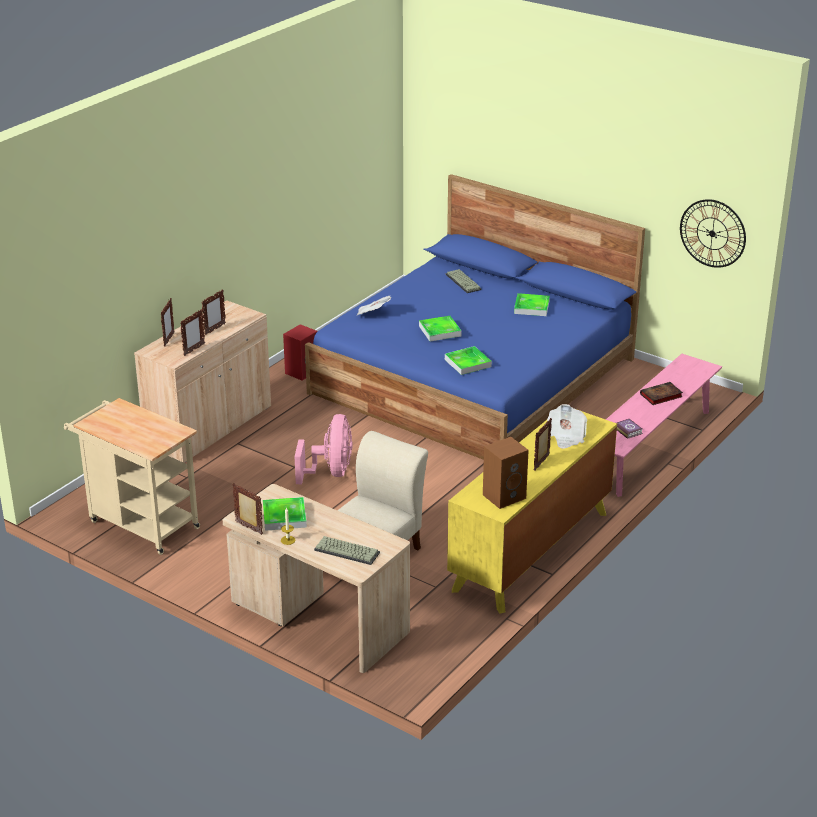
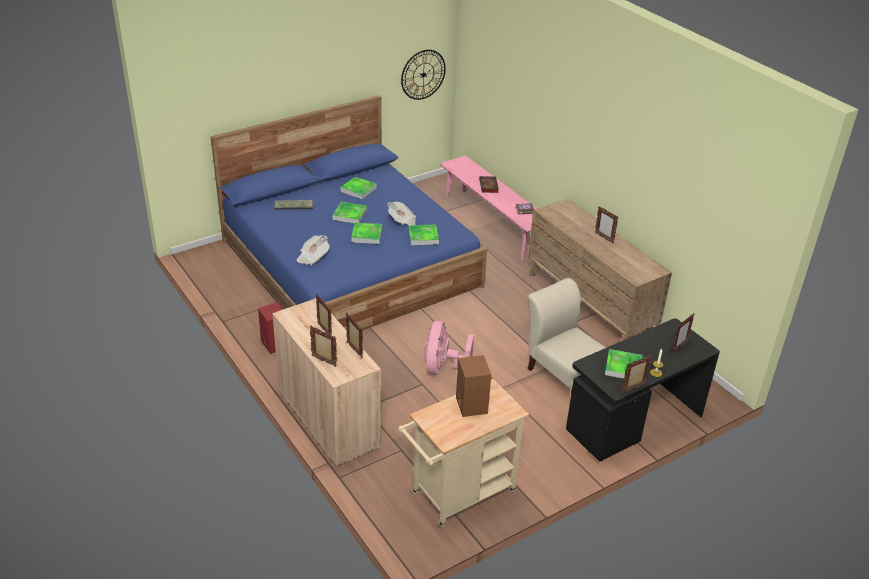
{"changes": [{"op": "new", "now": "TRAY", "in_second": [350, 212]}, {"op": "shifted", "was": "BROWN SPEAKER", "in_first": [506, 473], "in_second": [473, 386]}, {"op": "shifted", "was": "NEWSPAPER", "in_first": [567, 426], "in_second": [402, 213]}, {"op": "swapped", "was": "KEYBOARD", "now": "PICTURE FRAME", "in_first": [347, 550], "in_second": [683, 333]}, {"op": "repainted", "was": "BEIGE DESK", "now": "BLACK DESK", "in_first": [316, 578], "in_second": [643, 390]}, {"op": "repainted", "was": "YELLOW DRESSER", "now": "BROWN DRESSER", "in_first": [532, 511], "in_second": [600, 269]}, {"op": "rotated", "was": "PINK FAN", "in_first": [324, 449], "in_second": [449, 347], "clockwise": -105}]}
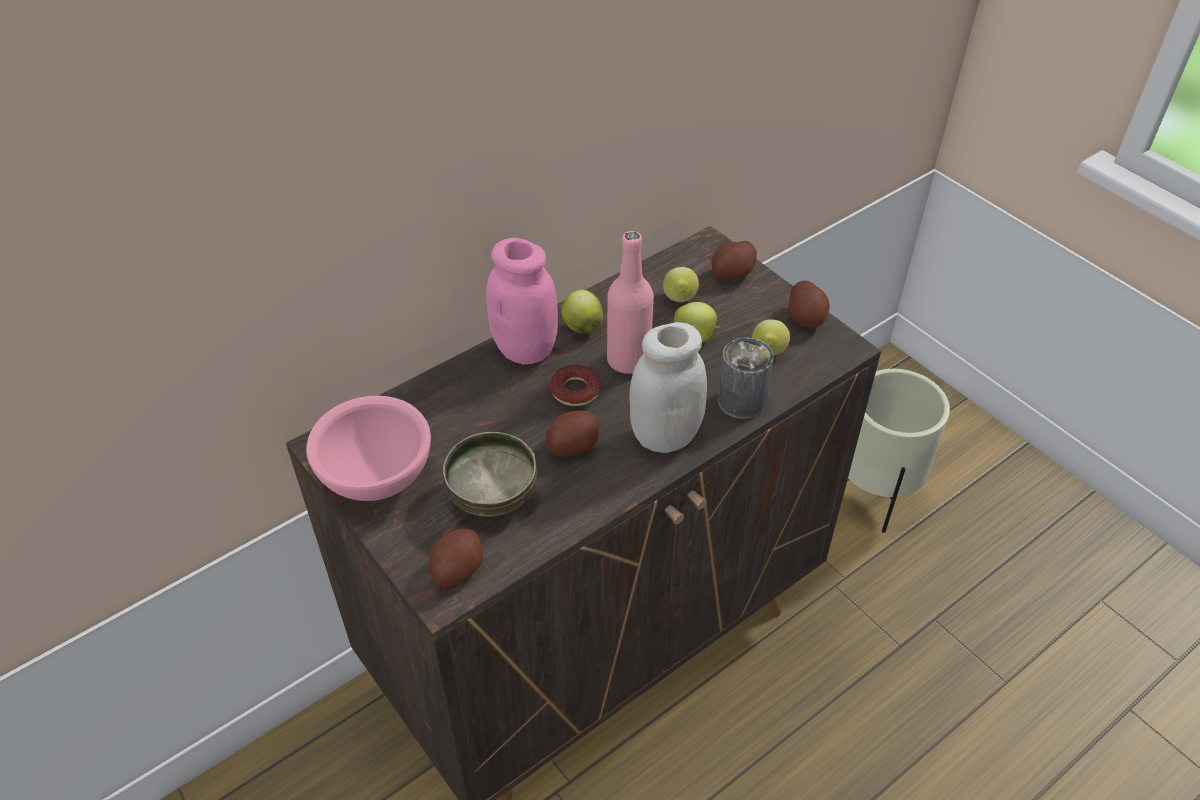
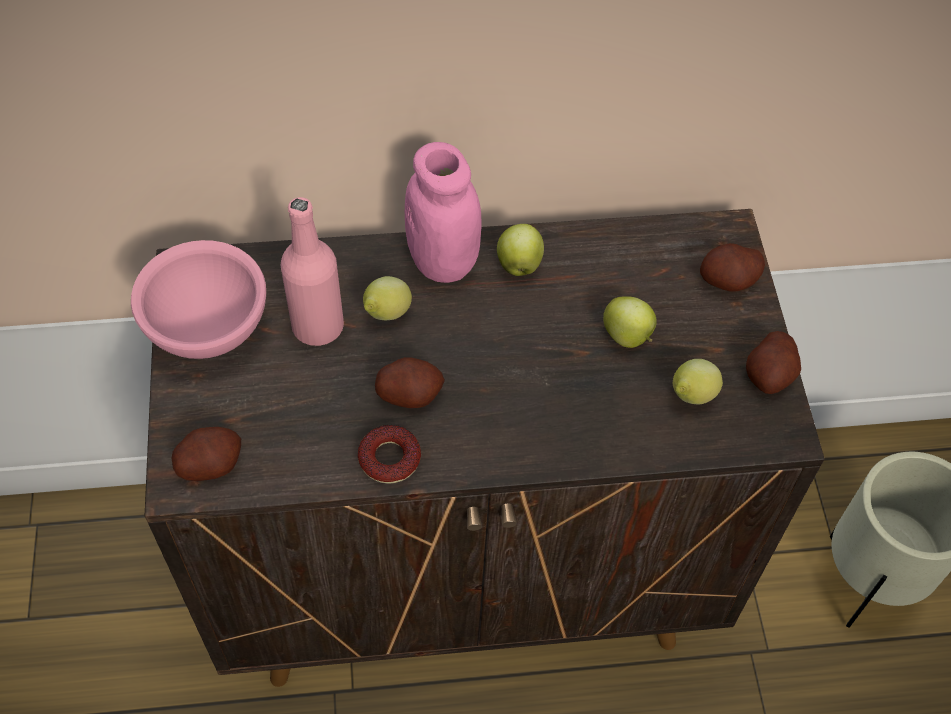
{"changes": [{"op": "gone", "was": "BOWL", "in_first": [490, 474]}, {"op": "gone", "was": "WHITE JAR", "in_first": [668, 387]}, {"op": "gone", "was": "CAN", "in_first": [746, 378]}, {"op": "shifted", "was": "DONUT", "in_first": [575, 385], "in_second": [389, 454]}, {"op": "shifted", "was": "PINK BOTTLE", "in_first": [630, 302], "in_second": [312, 271]}, {"op": "shifted", "was": "LEMON", "in_first": [681, 284], "in_second": [387, 298]}]}
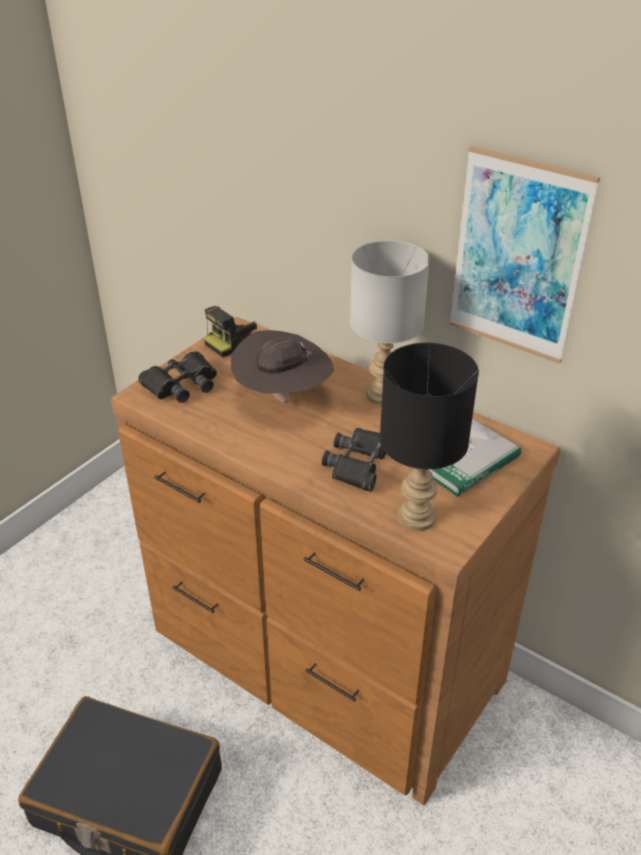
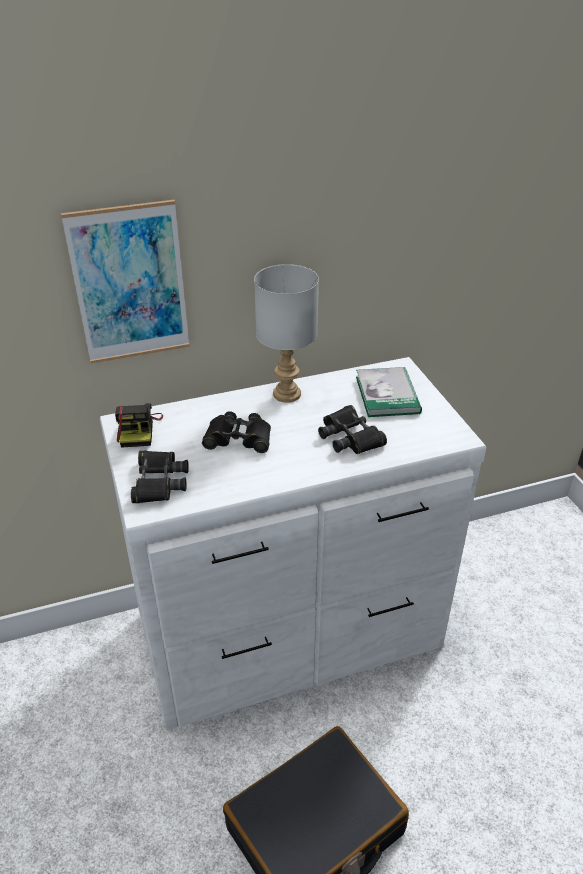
{"changes": [{"op": "gone", "was": "BLACK TABLE LAMP", "in_first": [429, 437]}, {"op": "shifted", "was": "PICTURE", "in_first": [524, 255], "in_second": [125, 282]}, {"op": "swapped", "was": "BROWN HAT", "now": "BLACK BINOCULARS", "in_first": [282, 366], "in_second": [236, 432]}, {"op": "repainted", "was": "BROWN DRESSER", "now": "WHITE DRESSER", "in_first": [335, 561], "in_second": [293, 543]}]}
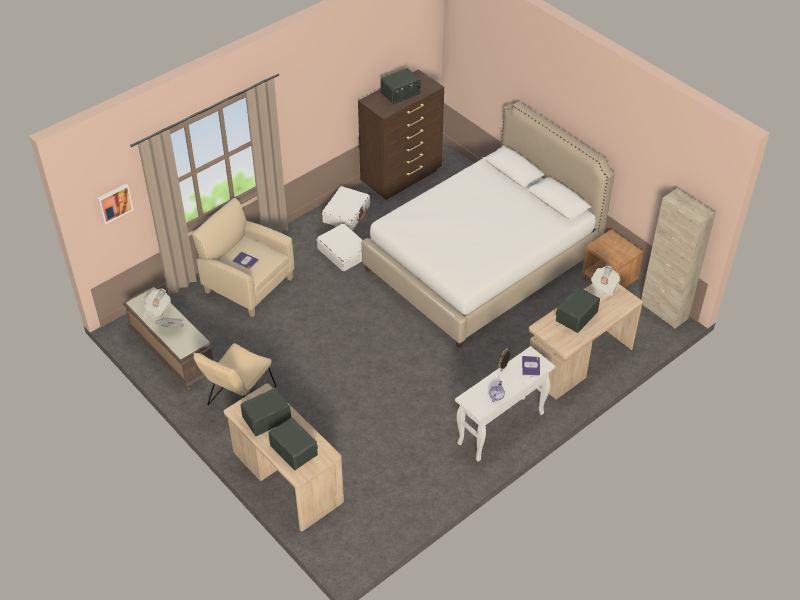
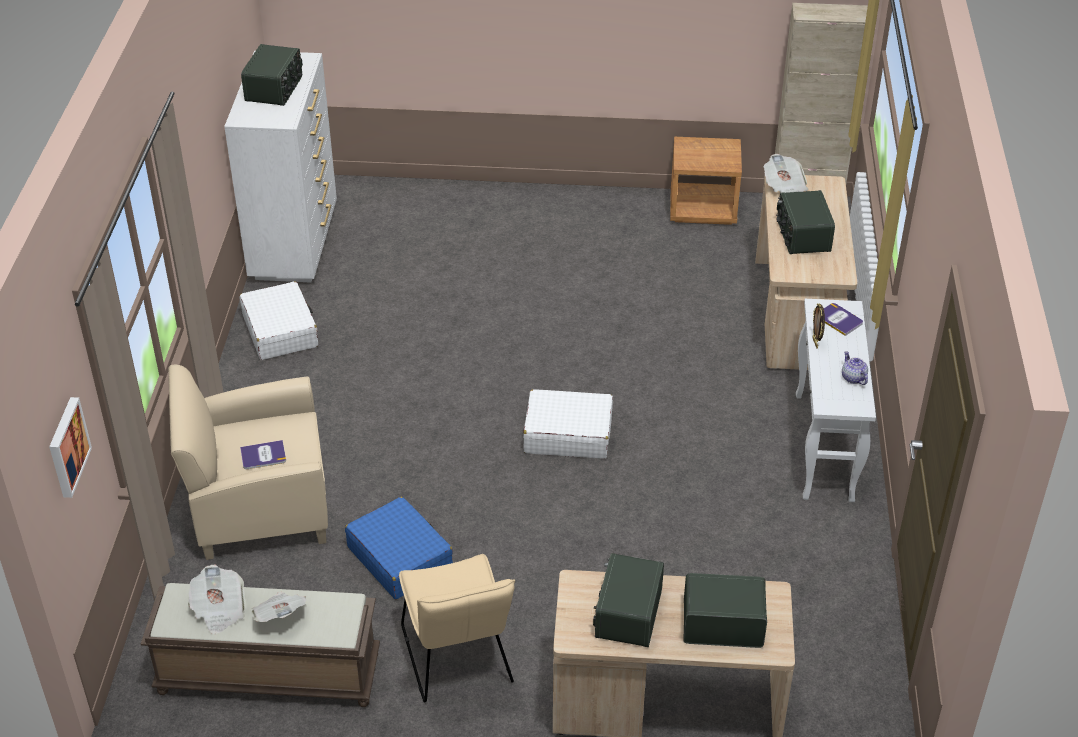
{"changes": [{"op": "gone", "was": "WHITE BED", "in_first": [488, 225]}, {"op": "new", "now": "BLUE SUITCASE", "in_second": [399, 548]}, {"op": "shifted", "was": "WHITE SUITCASE", "in_first": [340, 248], "in_second": [568, 424]}, {"op": "repainted", "was": "BROWN DRESSER", "now": "WHITE DRESSER", "in_first": [401, 134], "in_second": [280, 166]}]}
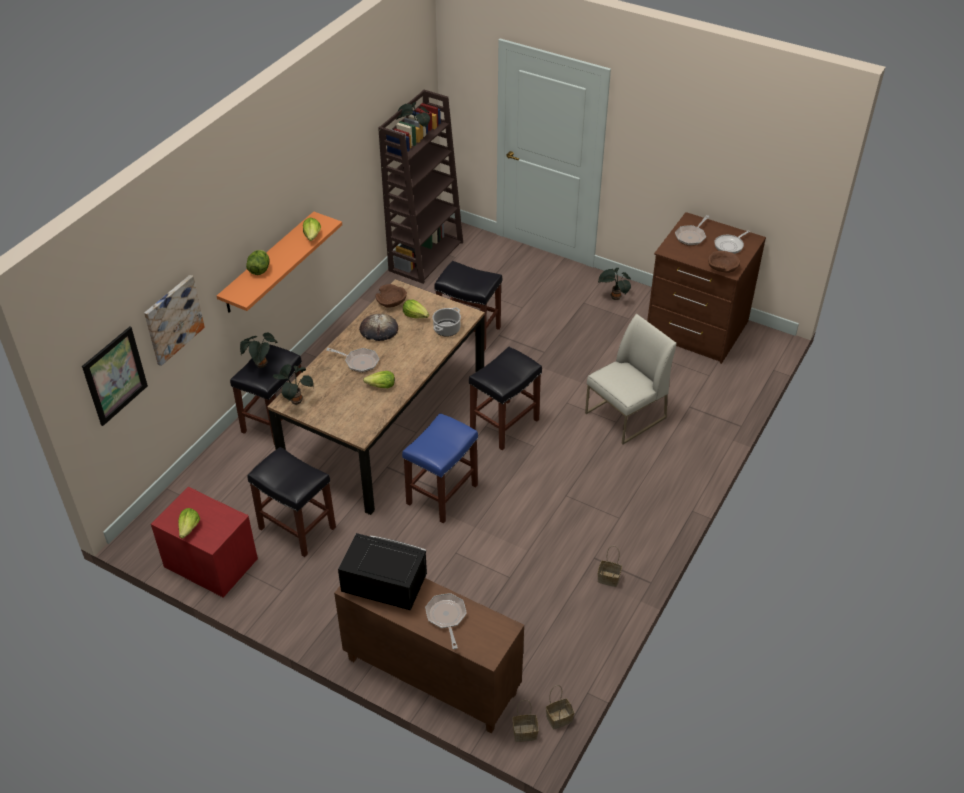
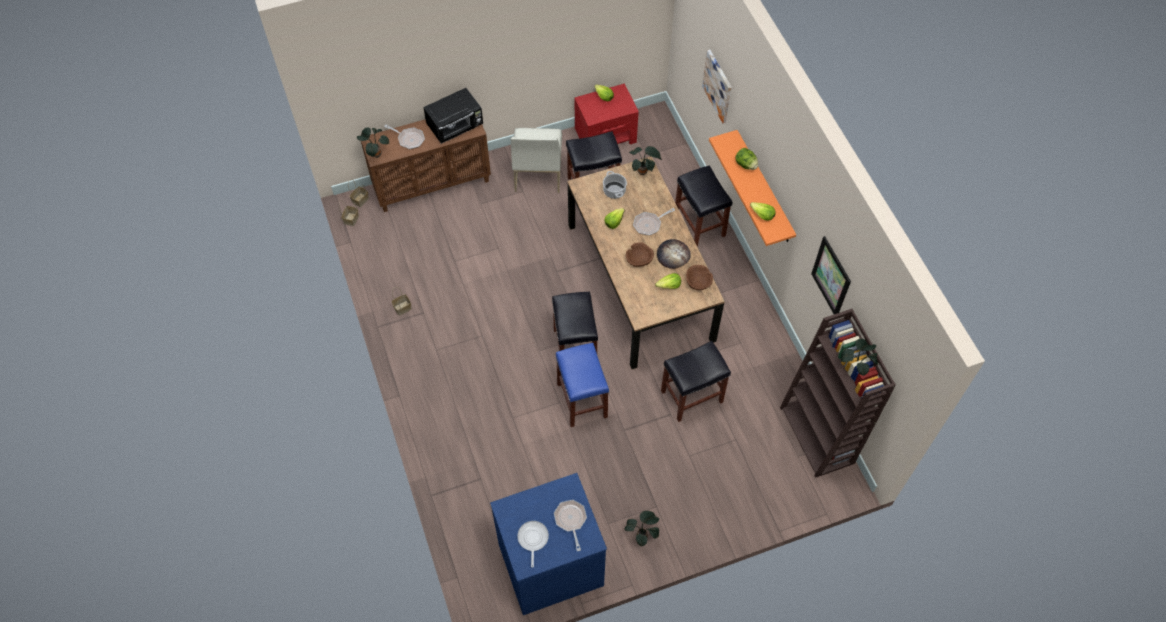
{"changes": [{"op": "shifted", "was": "PICTURE", "in_first": [115, 376], "in_second": [831, 275]}, {"op": "shifted", "was": "POTTED PLANT", "in_first": [258, 350], "in_second": [373, 142]}, {"op": "shifted", "was": "BLUE STOOL", "in_first": [440, 468], "in_second": [582, 385]}, {"op": "shifted", "was": "COOKING POT", "in_first": [446, 322], "in_second": [615, 185]}, {"op": "shifted", "was": "WHITE CHAIR", "in_first": [631, 379], "in_second": [536, 160]}, {"op": "shifted", "was": "BROWN BOWL", "in_first": [724, 262], "in_second": [640, 254]}, {"op": "repainted", "was": "BROWN DRESSER", "now": "BLUE DRESSER", "in_first": [706, 288], "in_second": [548, 544]}]}
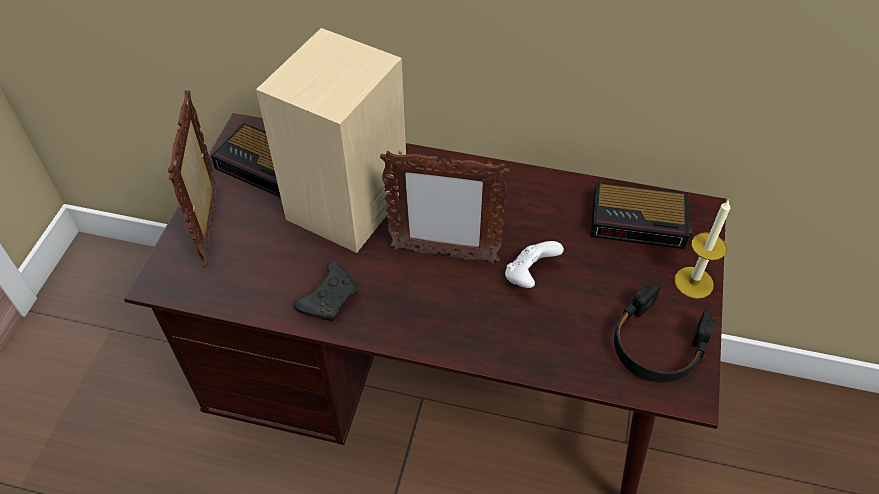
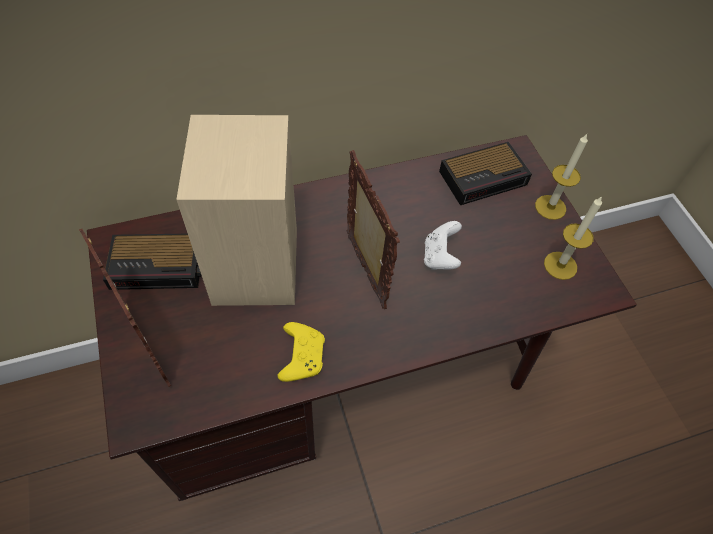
{"changes": [{"op": "swapped", "was": "BLACK HEADPHONES", "now": "CANDLE", "in_first": [665, 333], "in_second": [573, 238]}, {"op": "repainted", "was": "BLACK GAME CONTROLLER", "now": "YELLOW GAME CONTROLLER", "in_first": [325, 291], "in_second": [301, 352]}, {"op": "rotated", "was": "PICTURE FRAME", "in_first": [444, 206], "in_second": [373, 229], "clockwise": -90}]}
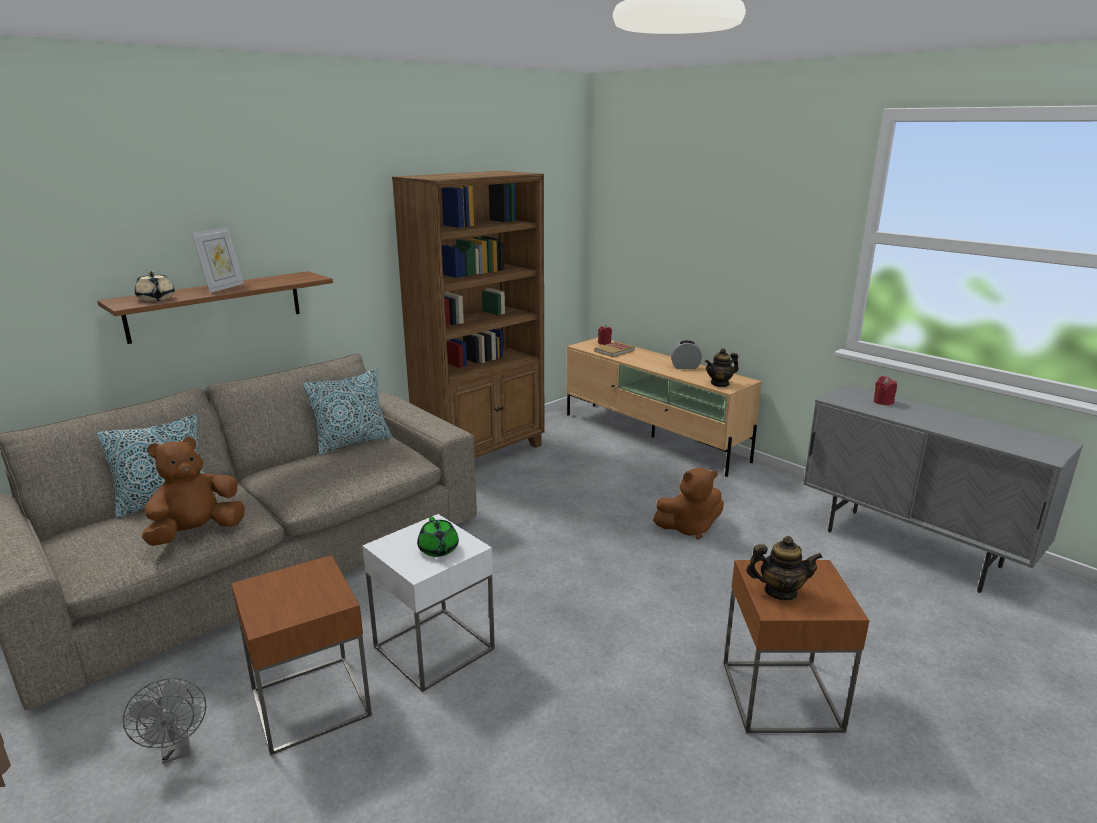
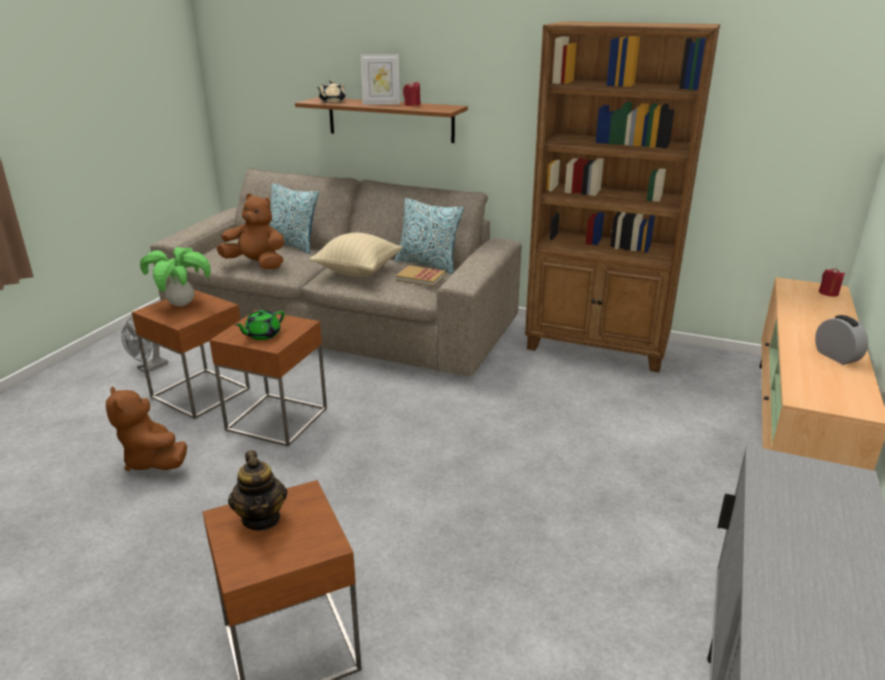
{"changes": [{"op": "gone", "was": "TEAPOT", "in_first": [721, 367]}, {"op": "new", "now": "POTTED PLANT", "in_second": [175, 277]}, {"op": "new", "now": "BEIGE PILLOW", "in_second": [355, 255]}, {"op": "shifted", "was": "BOOK", "in_first": [614, 349], "in_second": [421, 276]}, {"op": "shifted", "was": "BROWN PLUSH TOY", "in_first": [688, 503], "in_second": [146, 428]}, {"op": "shifted", "was": "RED CANDLE", "in_first": [885, 390], "in_second": [412, 93]}, {"op": "repainted", "was": "WHITE SIDE TABLE", "now": "BROWN SIDE TABLE", "in_first": [428, 603], "in_second": [268, 378]}]}
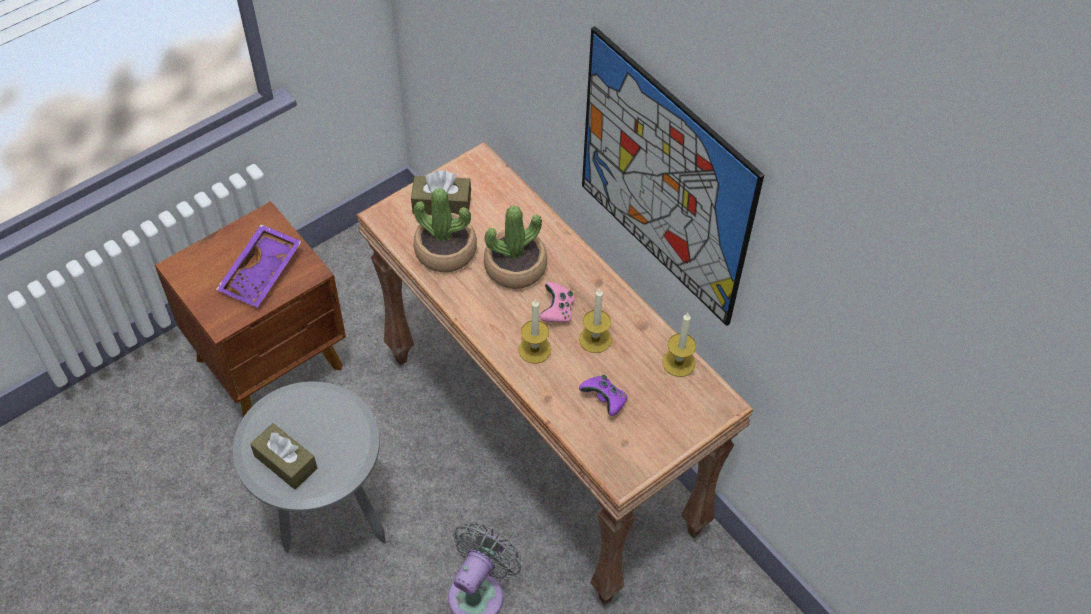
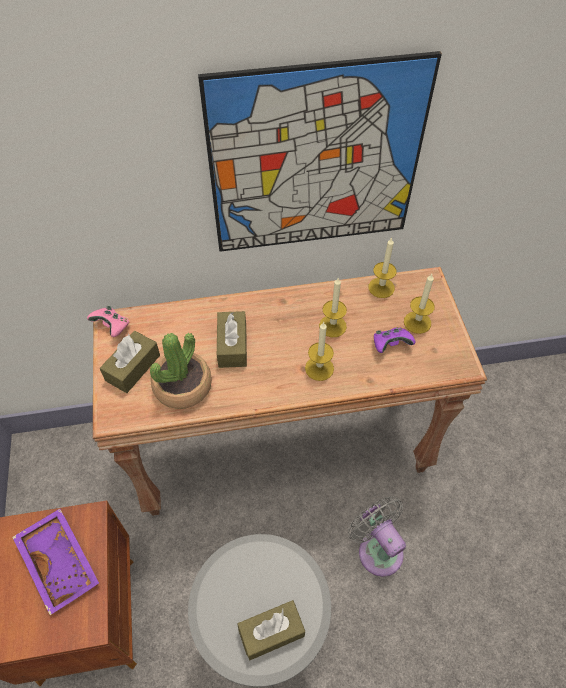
{"changes": [{"op": "new", "now": "CANDLE", "in_second": [419, 304]}, {"op": "shifted", "was": "PINK GAME CONTROLLER", "in_first": [556, 302], "in_second": [108, 321]}, {"op": "swapped", "was": "POTTED PLANT", "now": "BROWN TISSUE BOX", "in_first": [515, 247], "in_second": [232, 339]}]}
